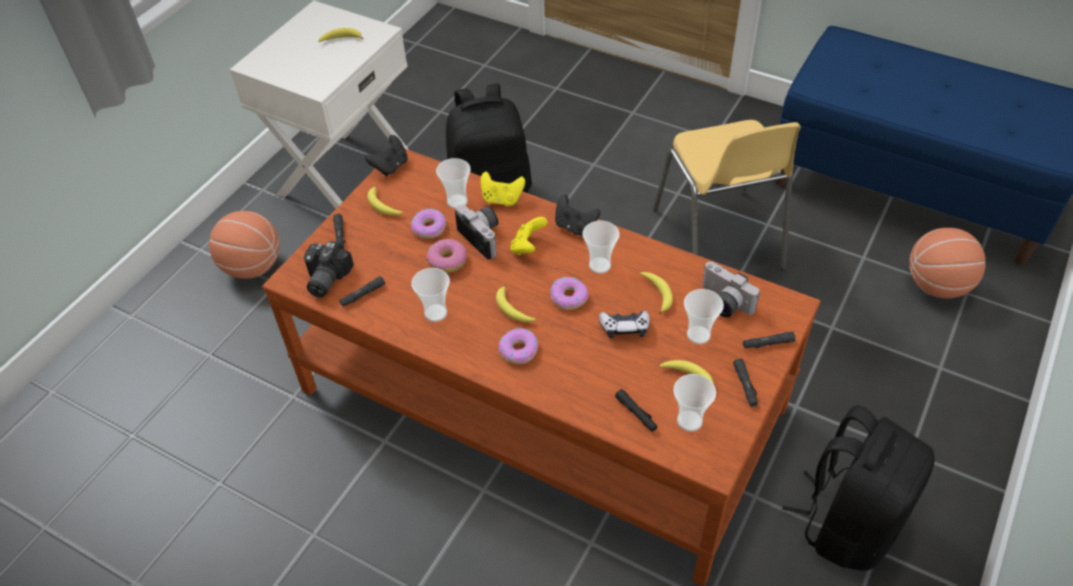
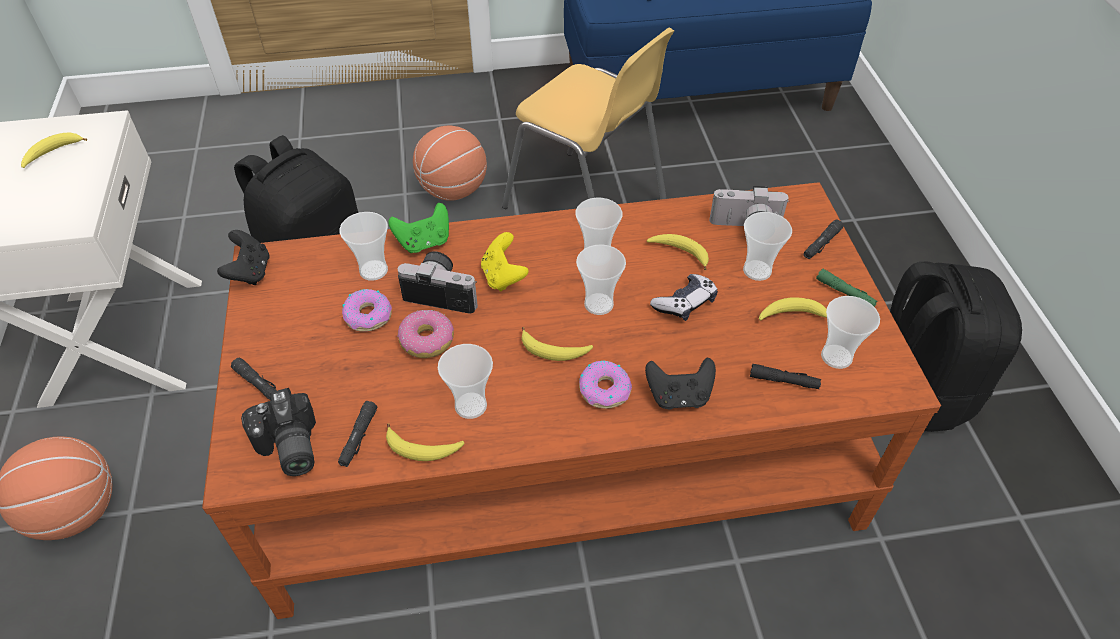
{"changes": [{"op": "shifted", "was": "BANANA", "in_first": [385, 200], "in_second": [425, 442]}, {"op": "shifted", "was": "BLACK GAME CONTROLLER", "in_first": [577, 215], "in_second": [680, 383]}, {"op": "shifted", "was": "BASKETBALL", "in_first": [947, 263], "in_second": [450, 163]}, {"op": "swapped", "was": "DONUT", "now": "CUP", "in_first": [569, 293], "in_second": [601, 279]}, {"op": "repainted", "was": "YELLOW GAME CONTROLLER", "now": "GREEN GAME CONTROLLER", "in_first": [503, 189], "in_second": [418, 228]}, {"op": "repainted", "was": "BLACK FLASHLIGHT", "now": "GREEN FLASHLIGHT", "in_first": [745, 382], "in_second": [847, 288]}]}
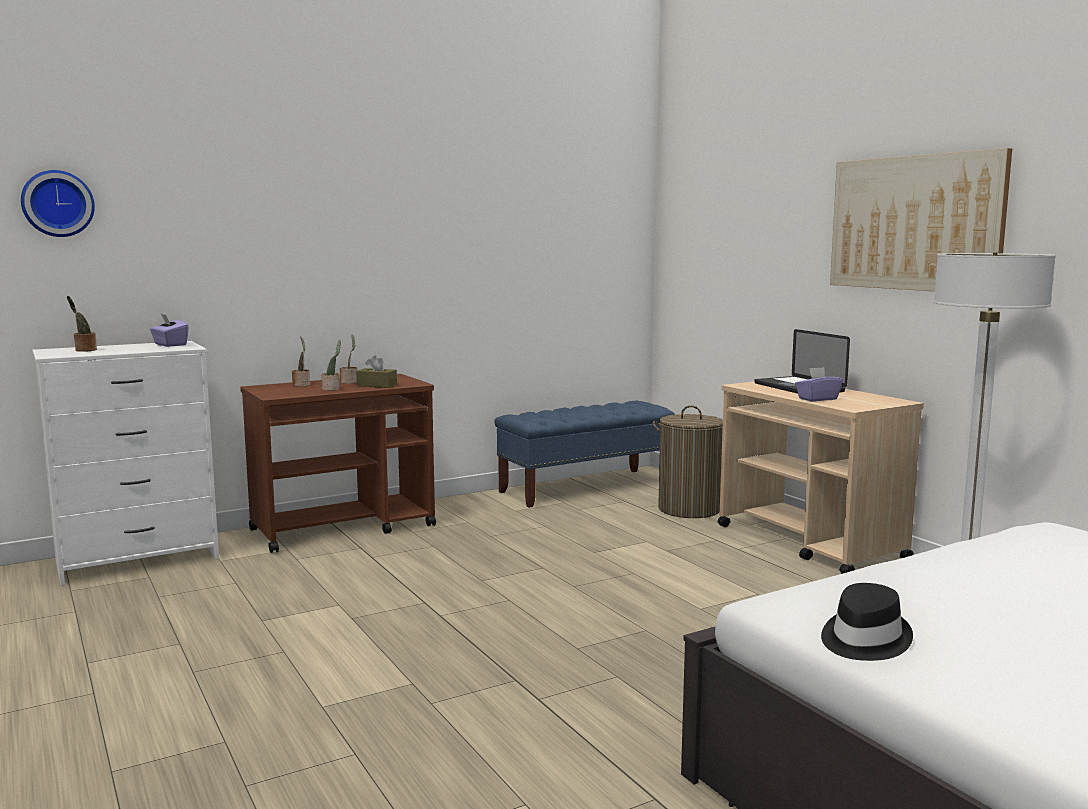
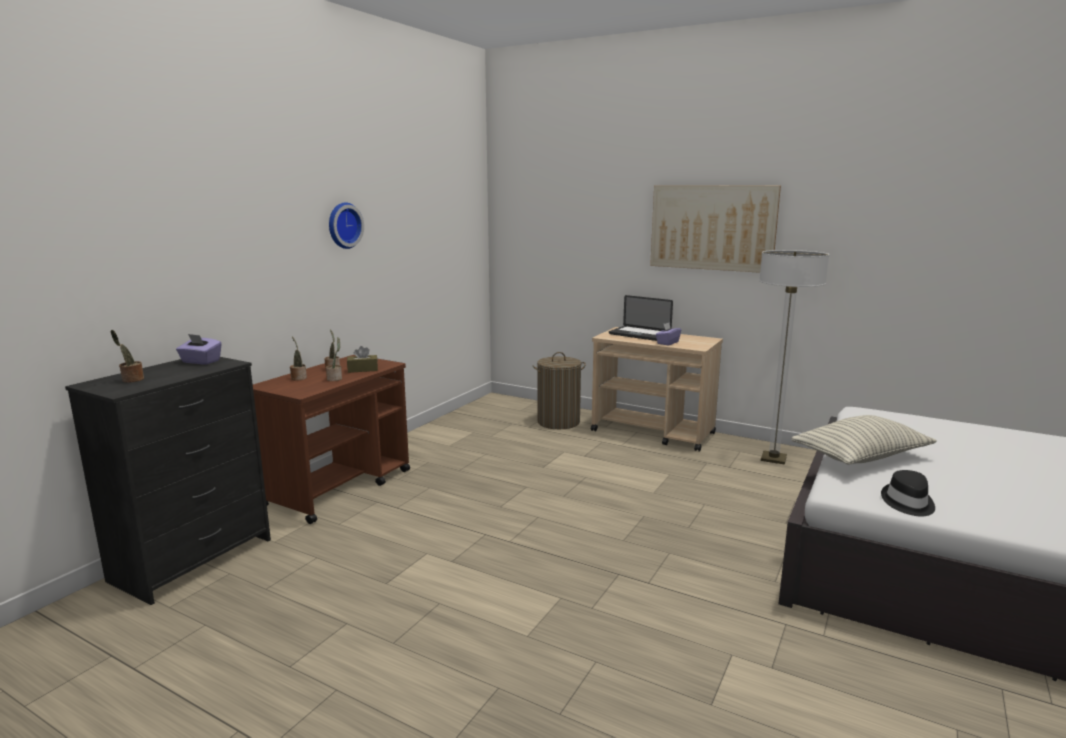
{"changes": [{"op": "gone", "was": "BLUE BENCH", "in_first": [584, 454]}, {"op": "new", "now": "PILLOW", "in_second": [864, 440]}, {"op": "shifted", "was": "WALL CLOCK", "in_first": [58, 203], "in_second": [346, 225]}, {"op": "repainted", "was": "WHITE DRESSER", "now": "BLACK DRESSER", "in_first": [125, 463], "in_second": [168, 481]}]}
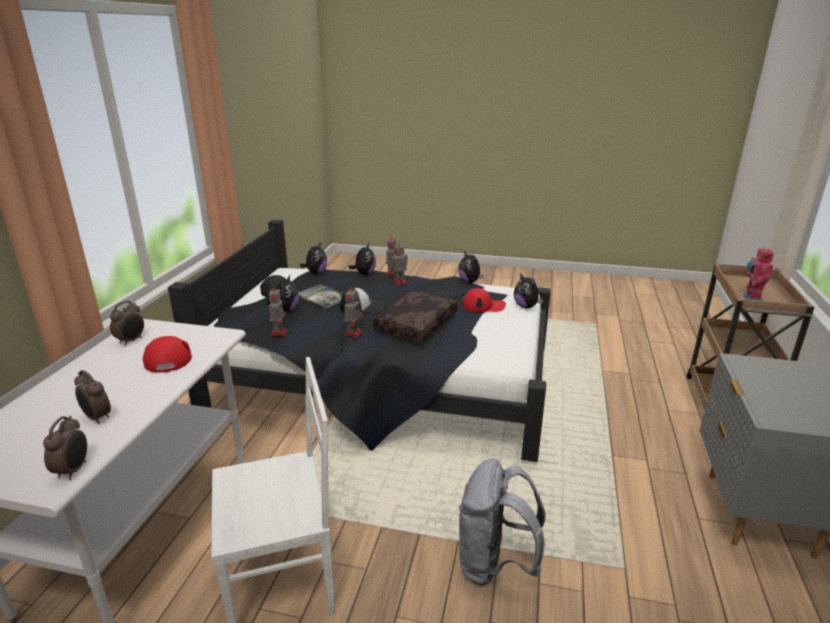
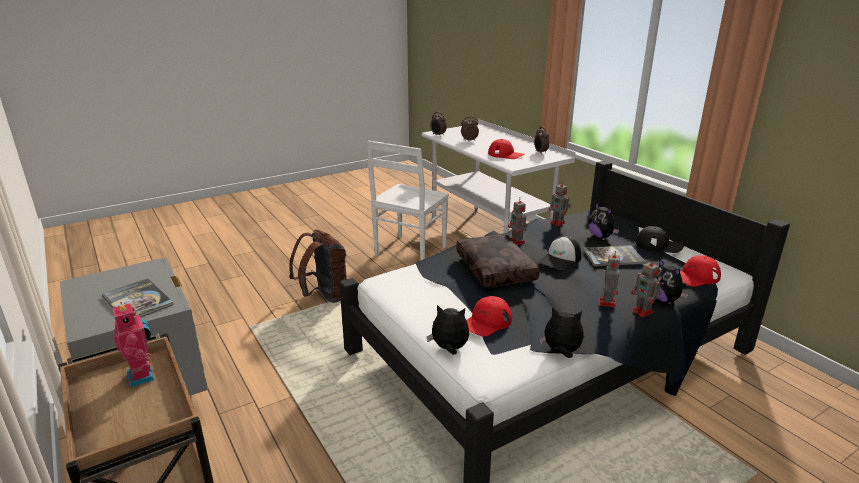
{"changes": [{"op": "new", "now": "BOOK", "in_second": [138, 298]}, {"op": "swapped", "was": "PLUSH TOY", "now": "RED CAP", "in_first": [313, 258], "in_second": [700, 271]}, {"op": "repainted", "was": "GREY BACKPACK", "now": "BROWN BACKPACK", "in_first": [502, 522], "in_second": [318, 266]}]}
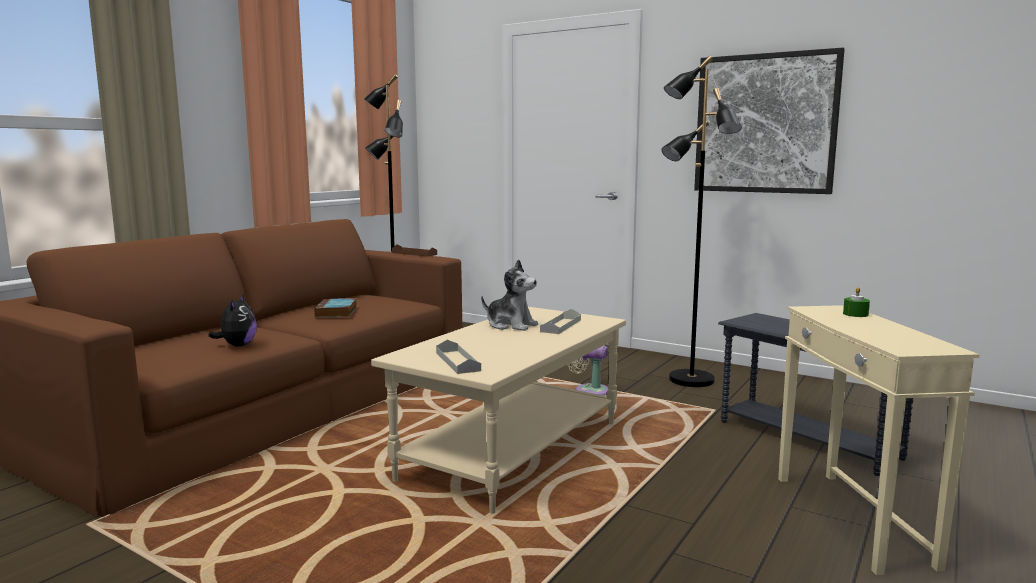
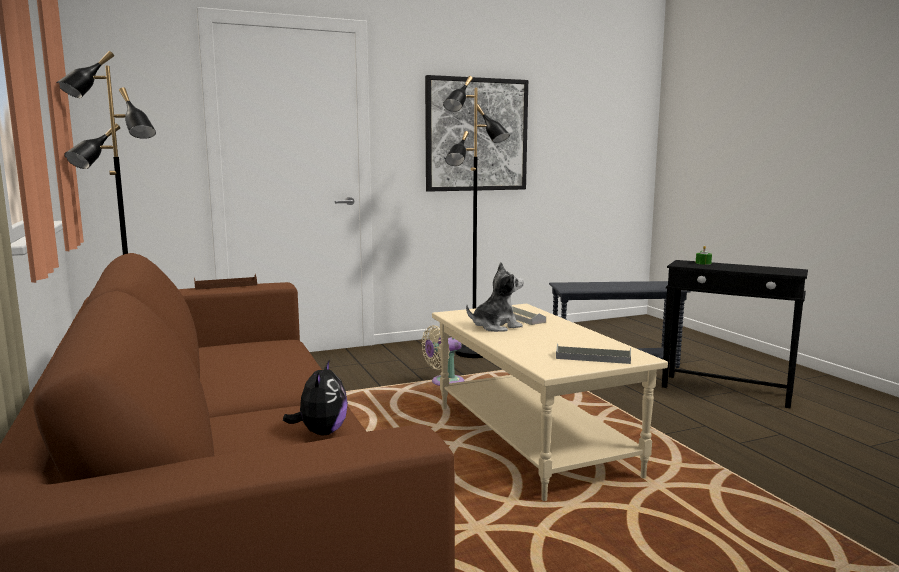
{"changes": [{"op": "gone", "was": "BOOK", "in_first": [335, 307]}, {"op": "repainted", "was": "BEIGE SIDE TABLE", "now": "BLACK SIDE TABLE", "in_first": [879, 440], "in_second": [735, 334]}, {"op": "rotated", "was": "PLUSH TOY", "in_first": [232, 320], "in_second": [315, 397], "clockwise": 60}]}
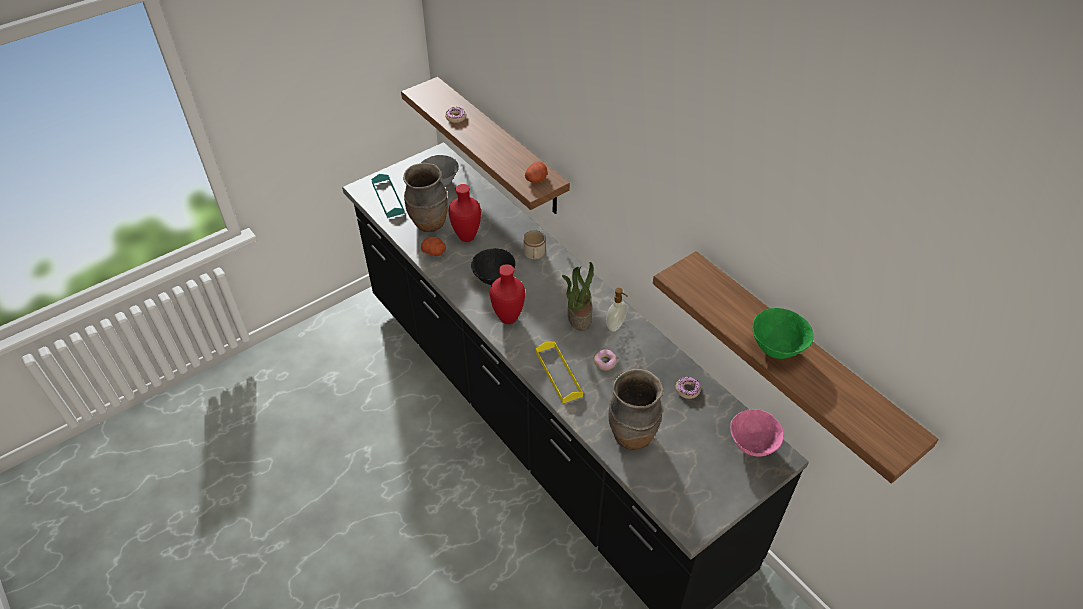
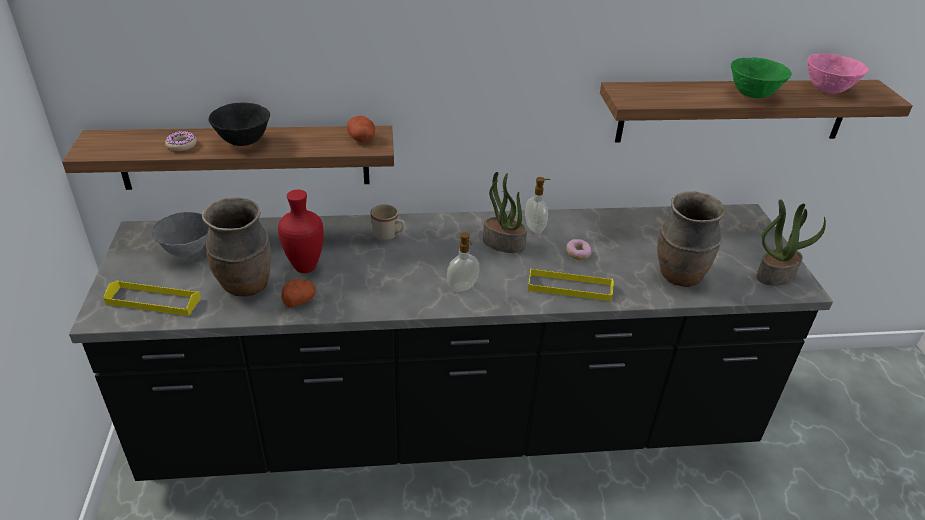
{"changes": [{"op": "gone", "was": "DONUT", "in_first": [688, 388]}, {"op": "new", "now": "POTTED PLANT", "in_second": [791, 242]}, {"op": "shifted", "was": "BLACK BOWL", "in_first": [493, 266], "in_second": [239, 124]}, {"op": "shifted", "was": "PINK BOWL", "in_first": [757, 432], "in_second": [838, 73]}, {"op": "swapped", "was": "RED VASE", "now": "SOAP DISPENSER", "in_first": [507, 294], "in_second": [463, 262]}, {"op": "repainted", "was": "TURQUOISE TRAY", "now": "YELLOW TRAY", "in_first": [388, 196], "in_second": [152, 298]}]}
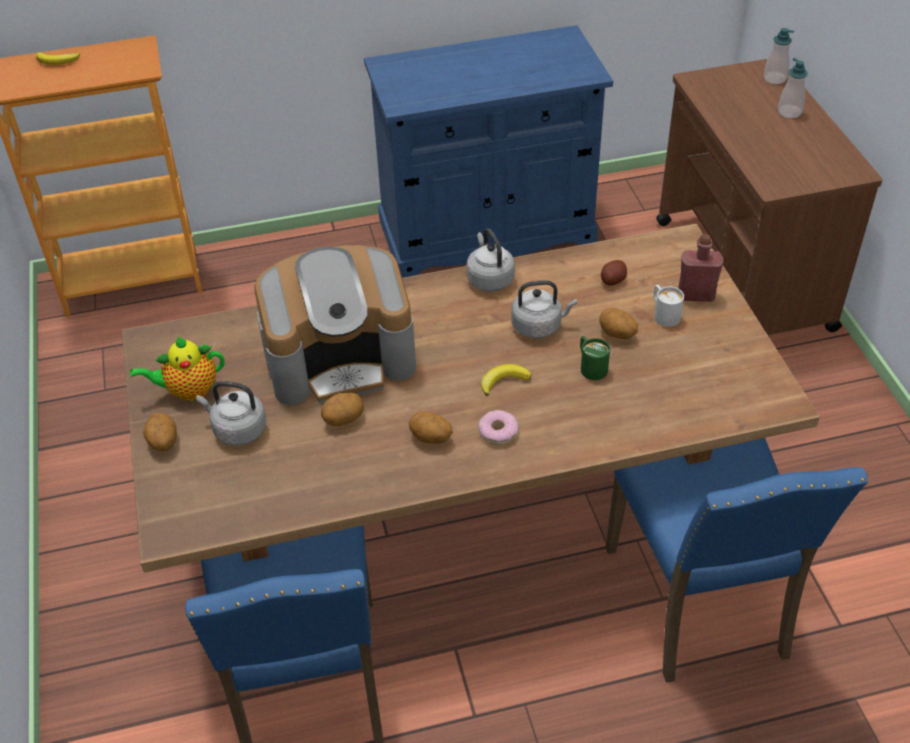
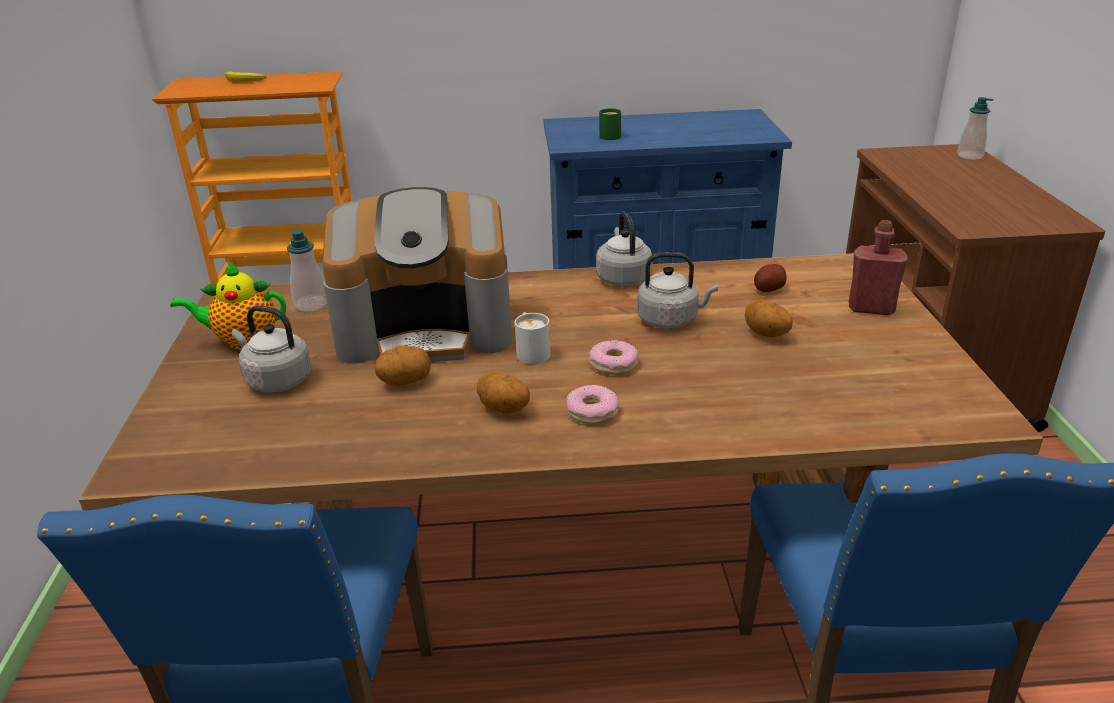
{"changes": [{"op": "gone", "was": "POTATO", "in_first": [160, 432]}, {"op": "shifted", "was": "GREEN MUG", "in_first": [595, 358], "in_second": [610, 124]}, {"op": "shifted", "was": "WHITE MUG", "in_first": [669, 306], "in_second": [532, 338]}, {"op": "shifted", "was": "SOAP DISPENSER", "in_first": [793, 88], "in_second": [307, 269]}, {"op": "swapped", "was": "BANANA", "now": "DONUT", "in_first": [506, 380], "in_second": [614, 357]}]}
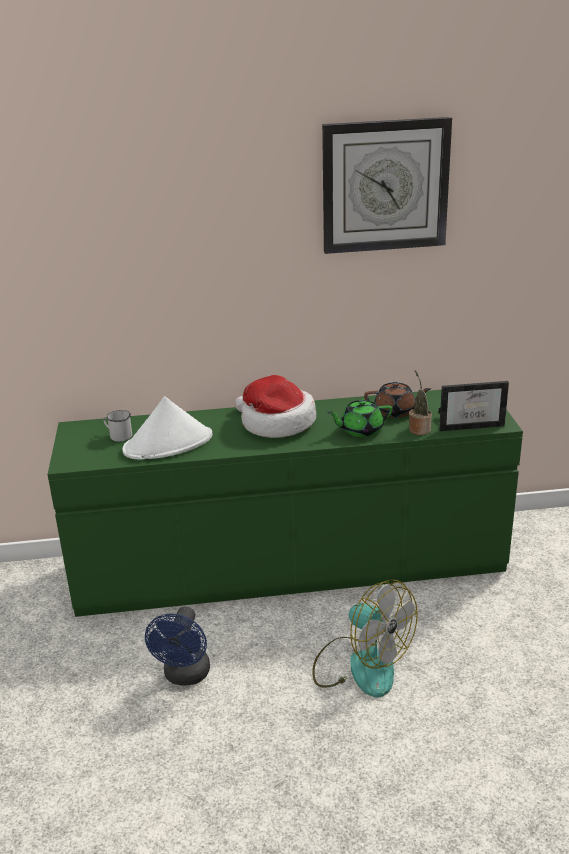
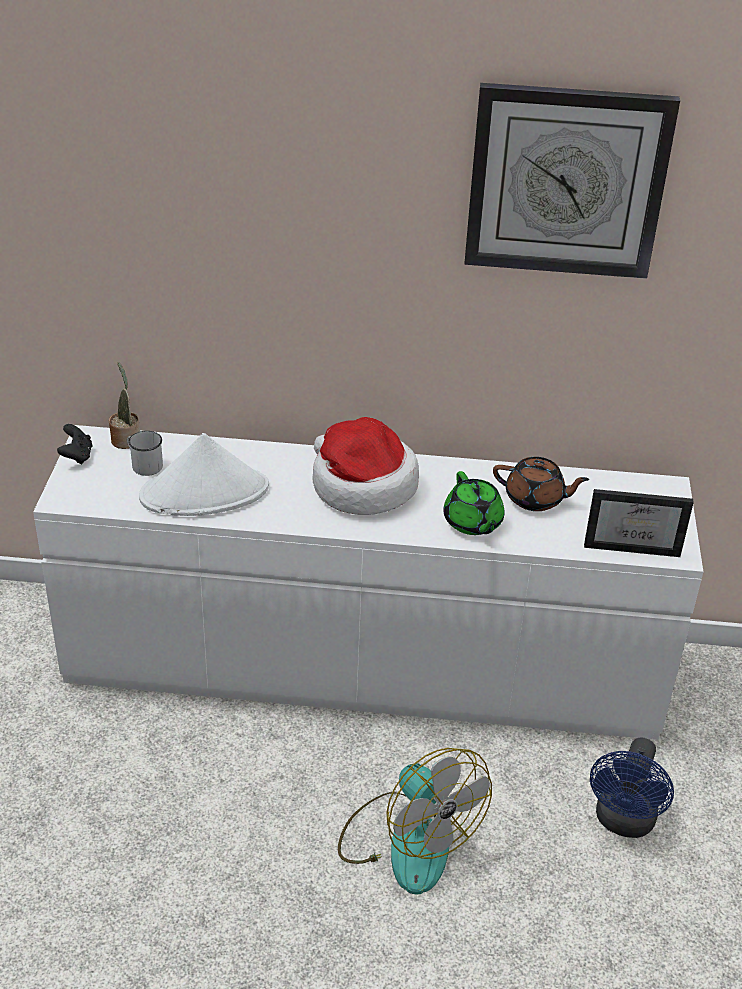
{"changes": [{"op": "new", "now": "BLACK GAME CONTROLLER", "in_second": [74, 444]}, {"op": "shifted", "was": "BLUE FAN", "in_first": [177, 646], "in_second": [632, 787]}, {"op": "shifted", "was": "POTTED PLANT", "in_first": [420, 402], "in_second": [124, 405]}, {"op": "repainted", "was": "GREEN DRESSER", "now": "WHITE DRESSER", "in_first": [285, 503], "in_second": [368, 582]}, {"op": "rotated", "was": "GREEN TEAPOT", "in_first": [360, 418], "in_second": [473, 503], "clockwise": -105}]}
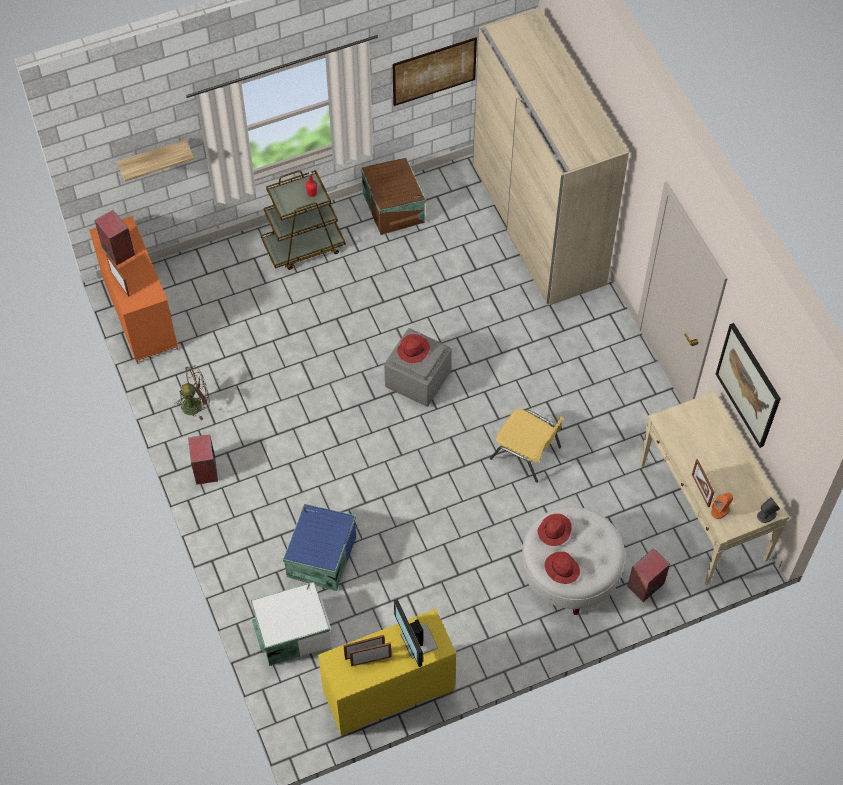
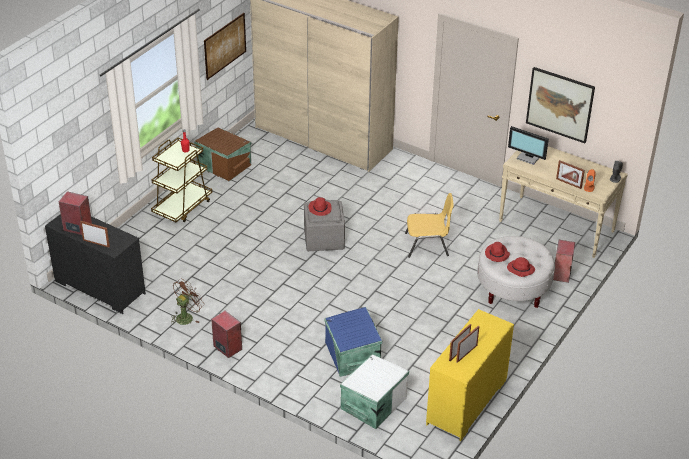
{"changes": [{"op": "gone", "was": "SHELF", "in_first": [155, 160]}, {"op": "shifted", "was": "MONITOR", "in_first": [416, 633], "in_second": [528, 145]}, {"op": "repainted", "was": "ORANGE DRESSER", "now": "BLACK DRESSER", "in_first": [133, 290], "in_second": [95, 264]}]}
